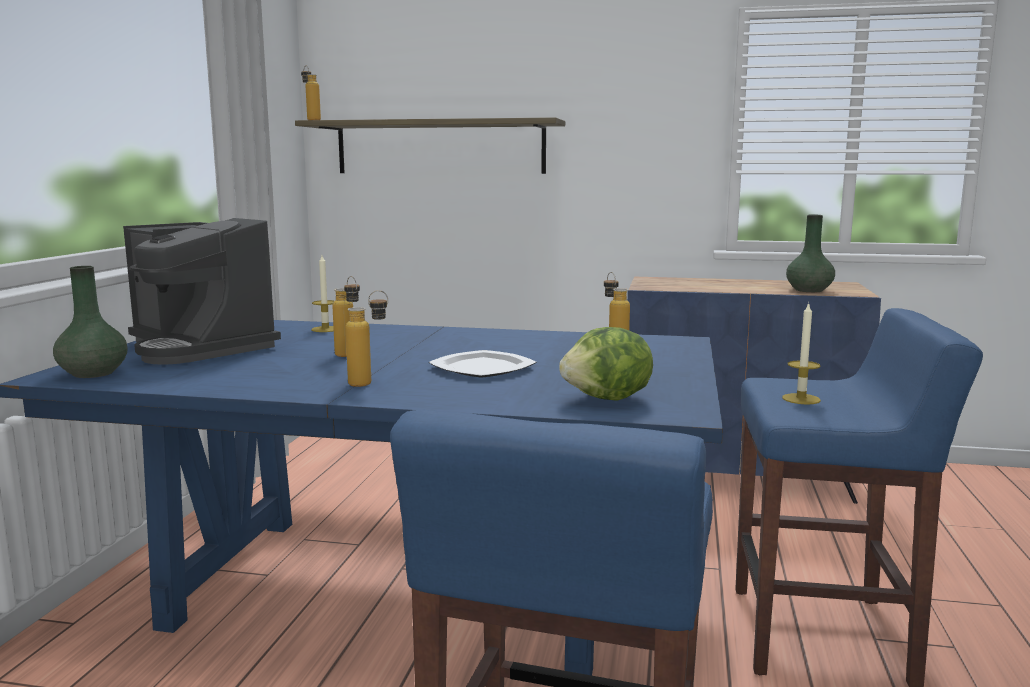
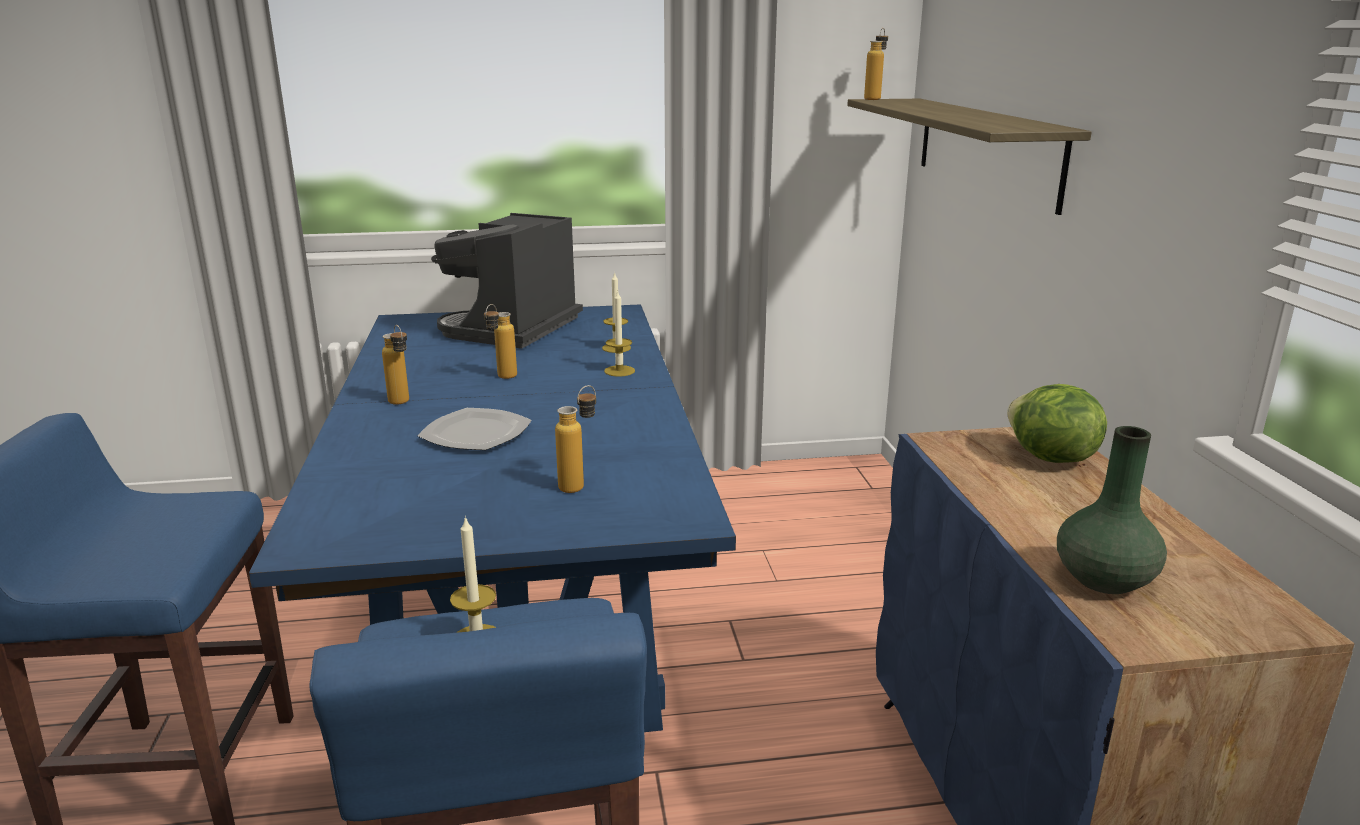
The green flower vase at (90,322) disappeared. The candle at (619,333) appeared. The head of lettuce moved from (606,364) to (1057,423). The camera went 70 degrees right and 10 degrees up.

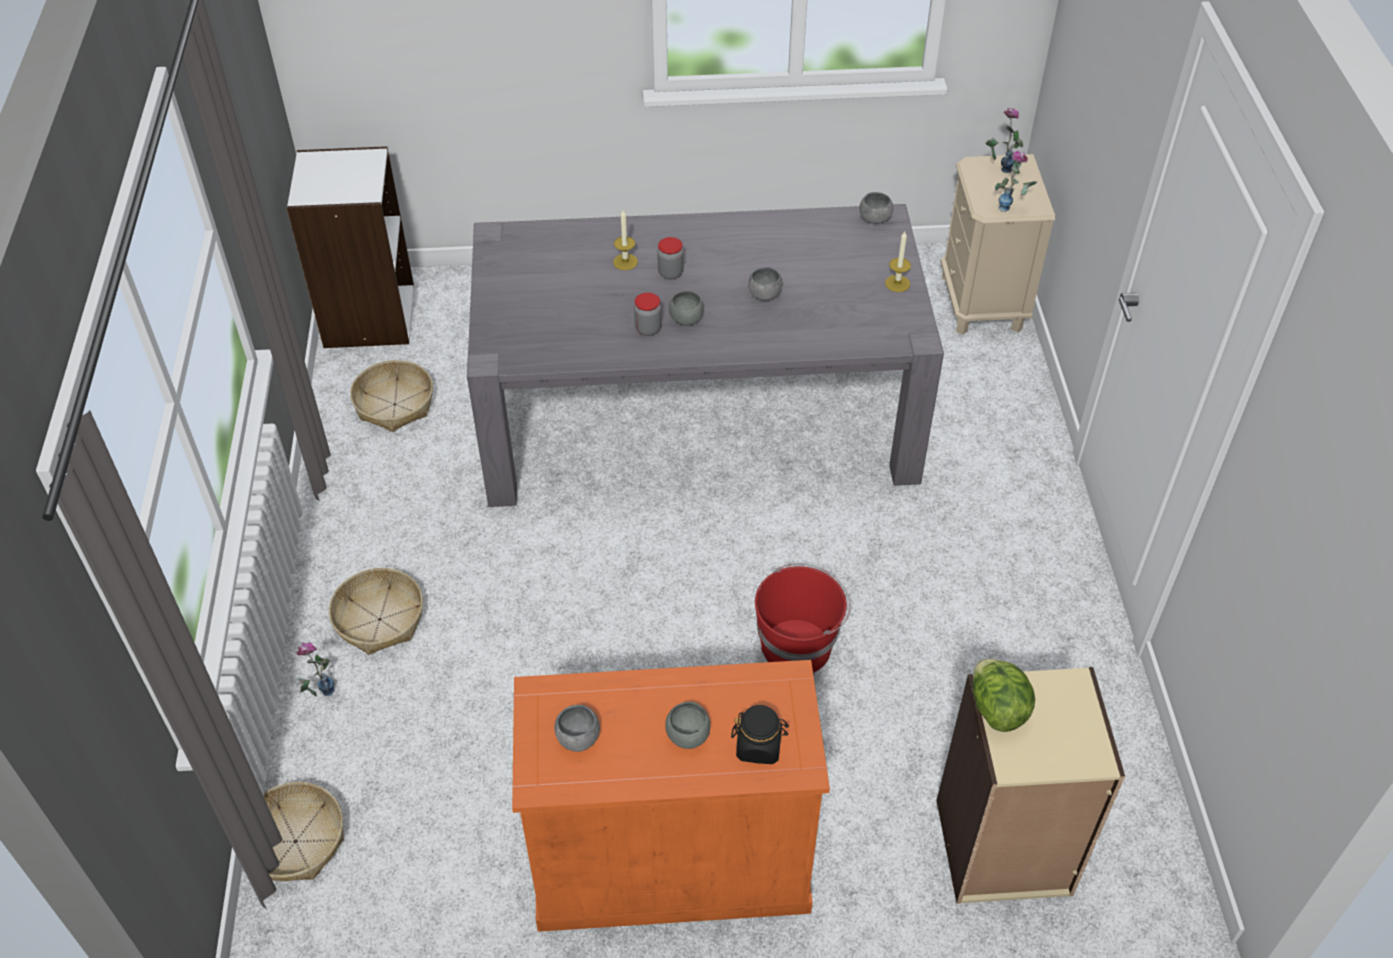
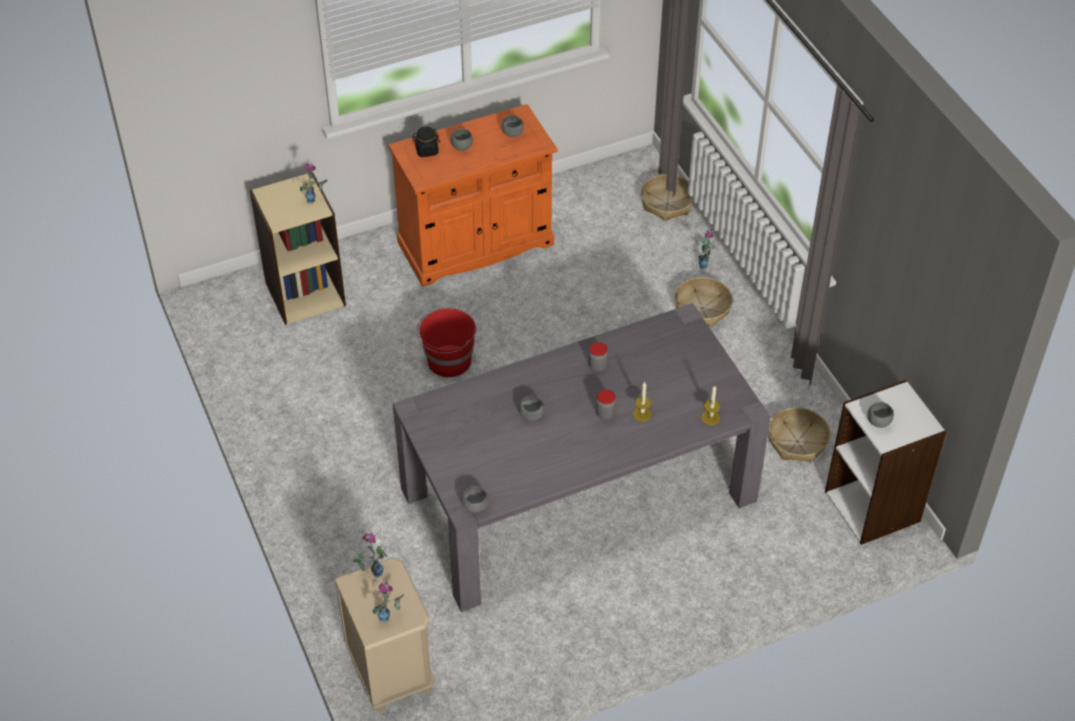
The greyish serving bowl moved from (686,308) to (880,415). The candle moved from (898,261) to (710,405). The head of lettuce at (1004,695) was replaced by the flower vase at (314,183). The camera went 160 degrees right and 0 degrees up.

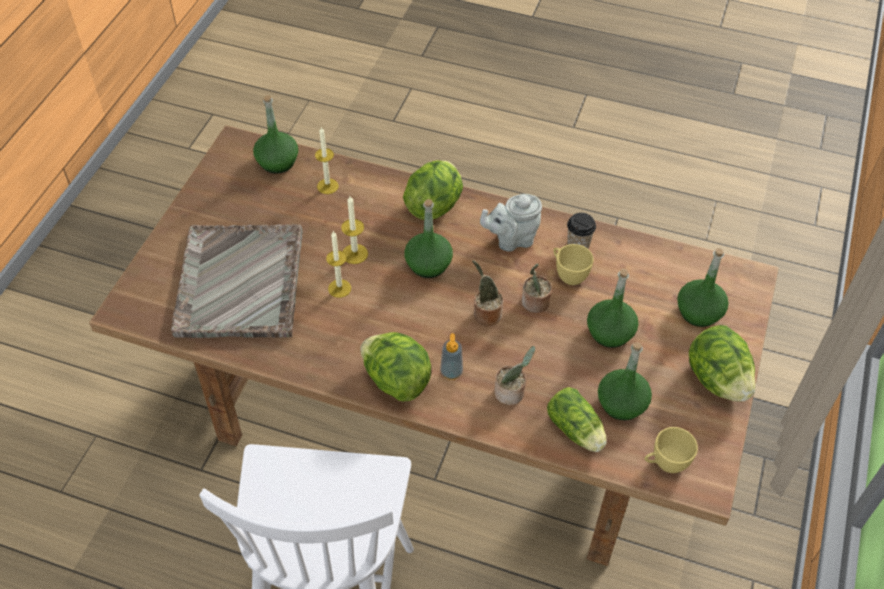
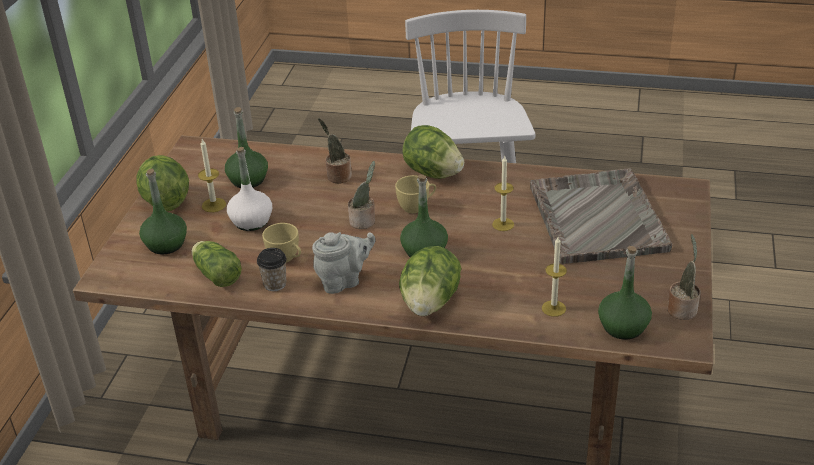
The soap dispenser at (451,356) disappeared. The candle moved from (354,230) to (212,175). The potted plant moved from (537,288) to (683,277). The head of lettuce moved from (577,419) to (217,264). The yellowish drinking cup moved from (671,450) to (415,194). The green bottle at (612,308) became the whitish bottle at (249,189). The camera went 175 degrees right and 15 degrees down.

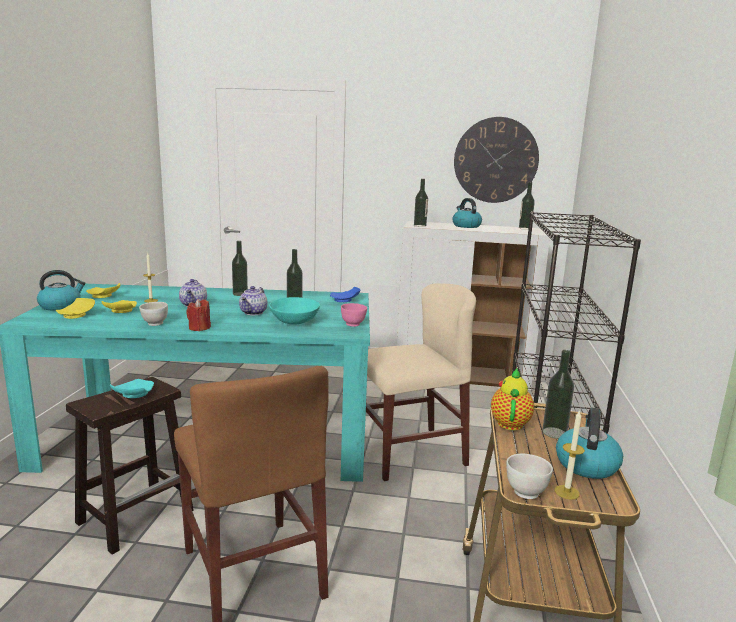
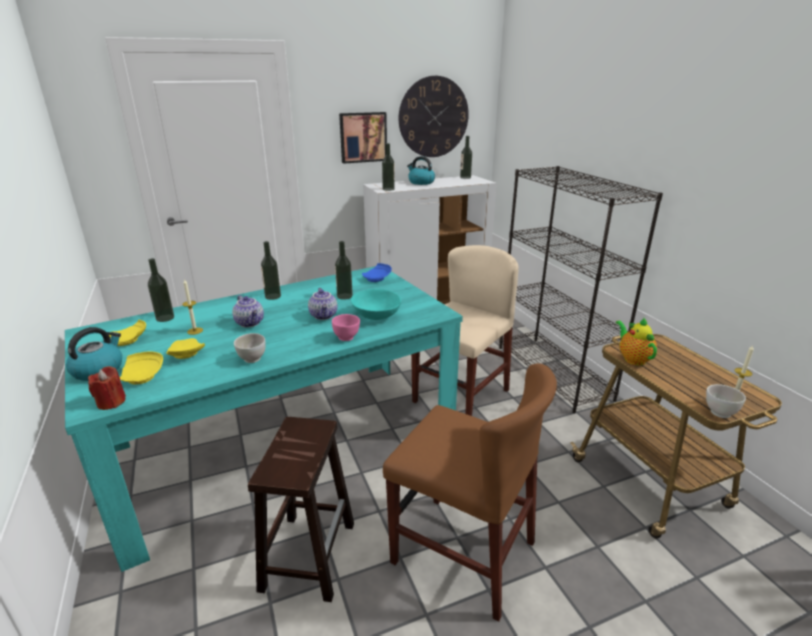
The turquoise-coloured dinner plate at (132,388) disappeared. The tea kettle at (589,443) disappeared. The picture at (363,138) appeared. The reddish candle moved from (198,315) to (107,388). The pink serving bowl moved from (354,315) to (346,327). The bottle moved from (558,394) to (161,290). The camera went 30 degrees left and 10 degrees up.

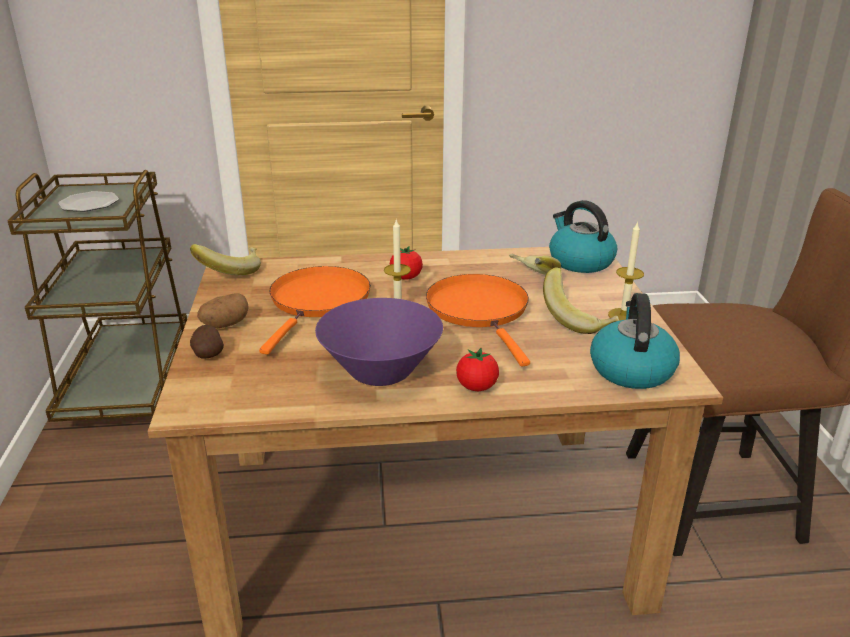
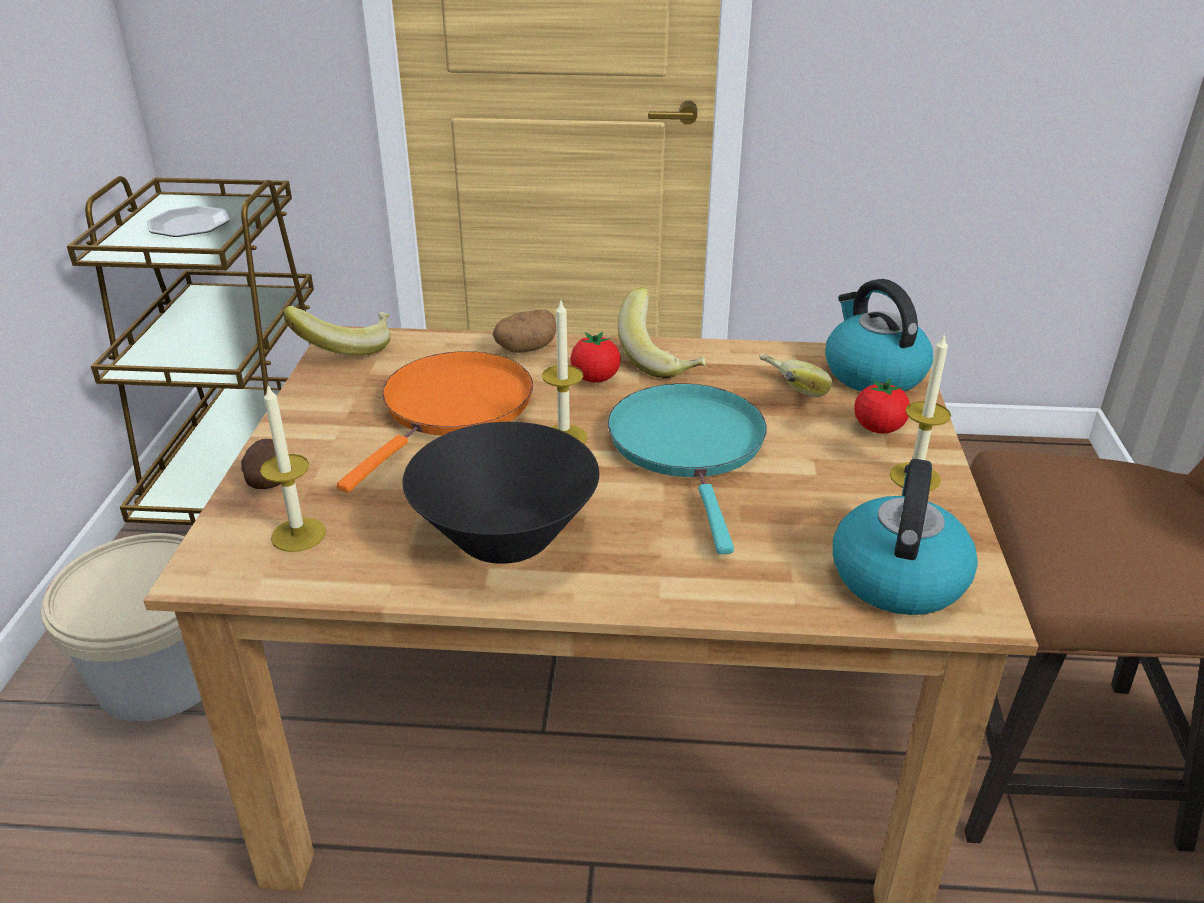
The sand-coloured water bucket at (121,627) appeared. The candle at (293,469) appeared. The whole potato moved from (223,310) to (524,331). The whole tomato moved from (477,369) to (882,406). The banana fruit moved from (581,300) to (662,333). The purple serving bowl at (379,342) became the black-coloured serving bowl at (501,493). The orange skillet at (478,320) became the turquoise-coloured skillet at (687,469). The camera went 10 degrees right and 5 degrees up.

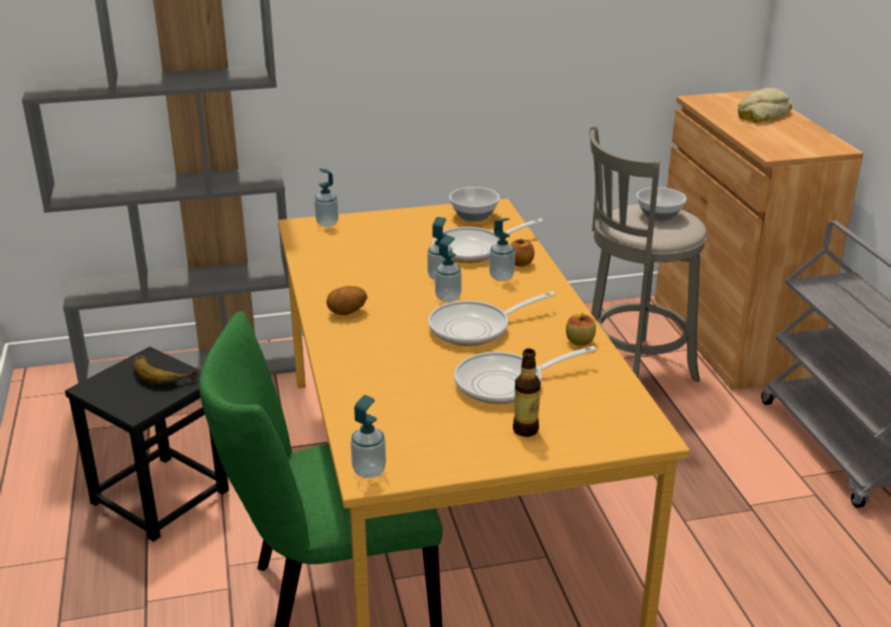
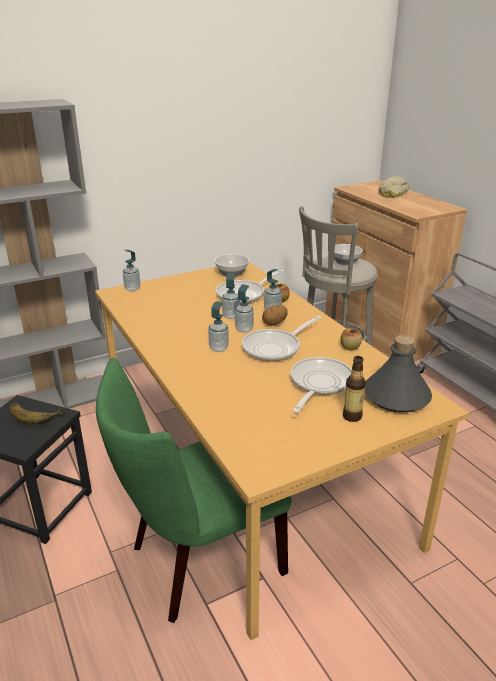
The greyish bottle at (398,374) appeared. The whole potato moved from (346,300) to (275,315). The soap dispenser moved from (368,436) to (218,326). The skillet at (525,375) turned 150 degrees clockwise. The camera went 15 degrees left and 0 degrees up.

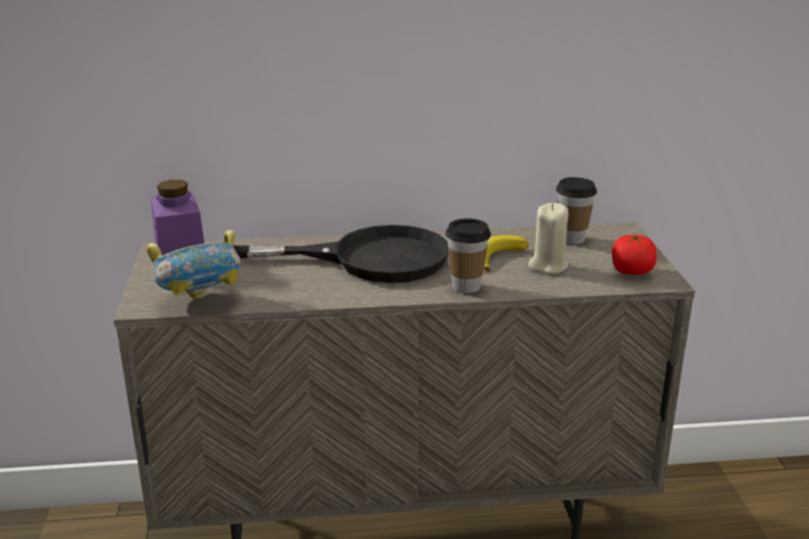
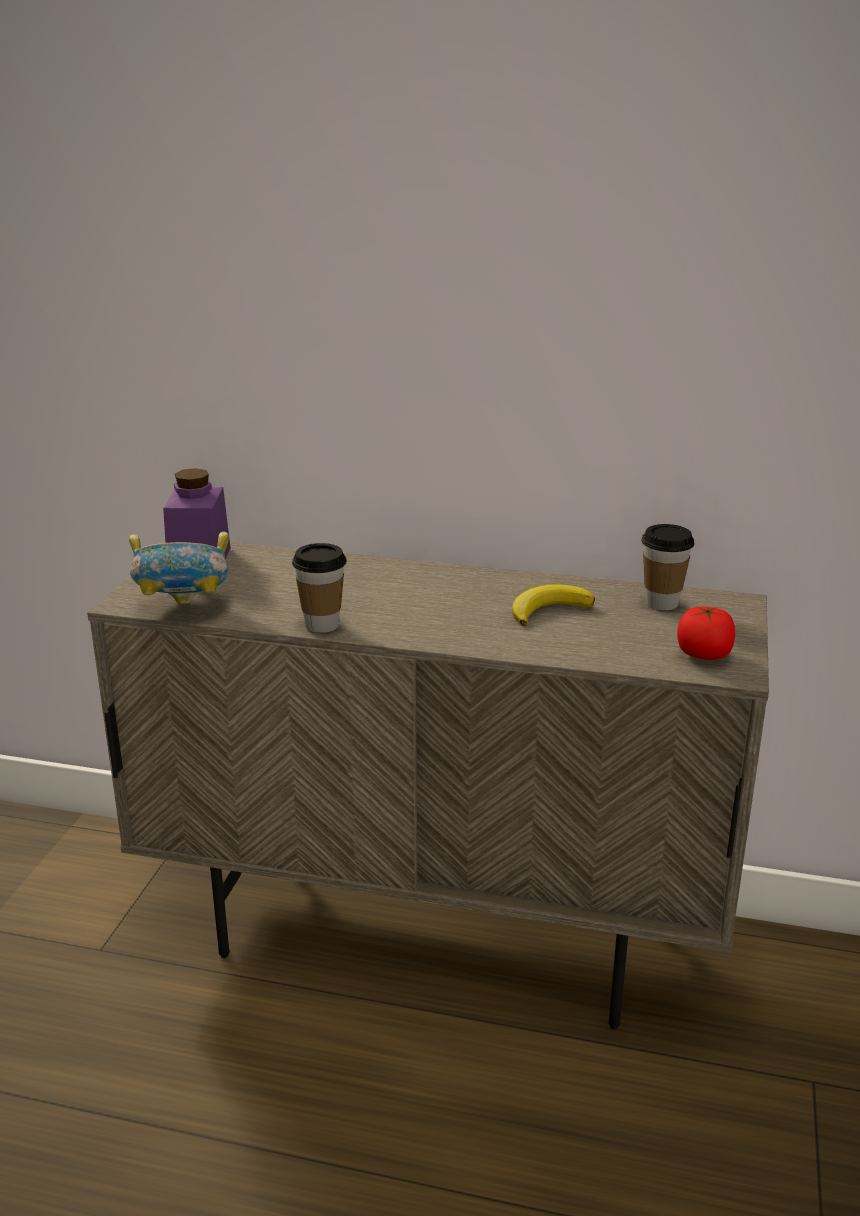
The black-coloured skillet at (341,254) disappeared. The sand-coloured candle at (548,238) disappeared. The drinking cup moved from (468,255) to (319,588). The camera went 20 degrees right and 0 degrees up.

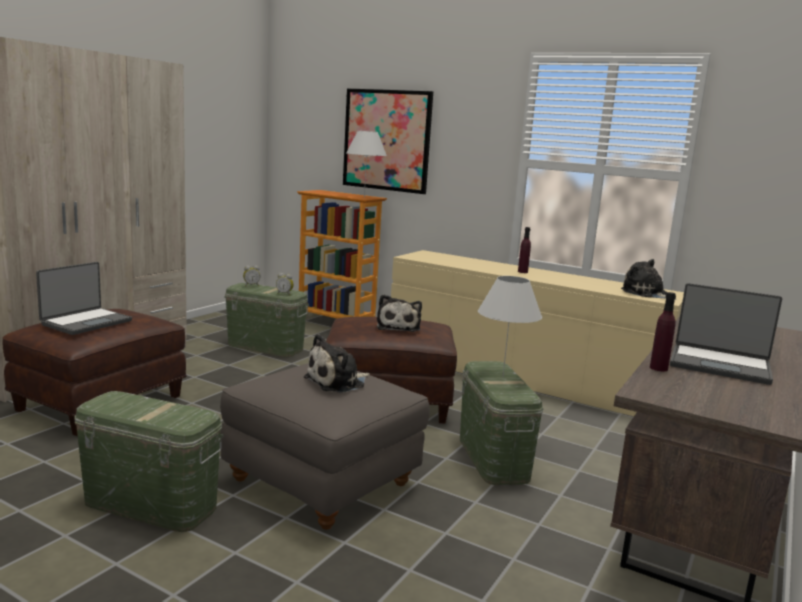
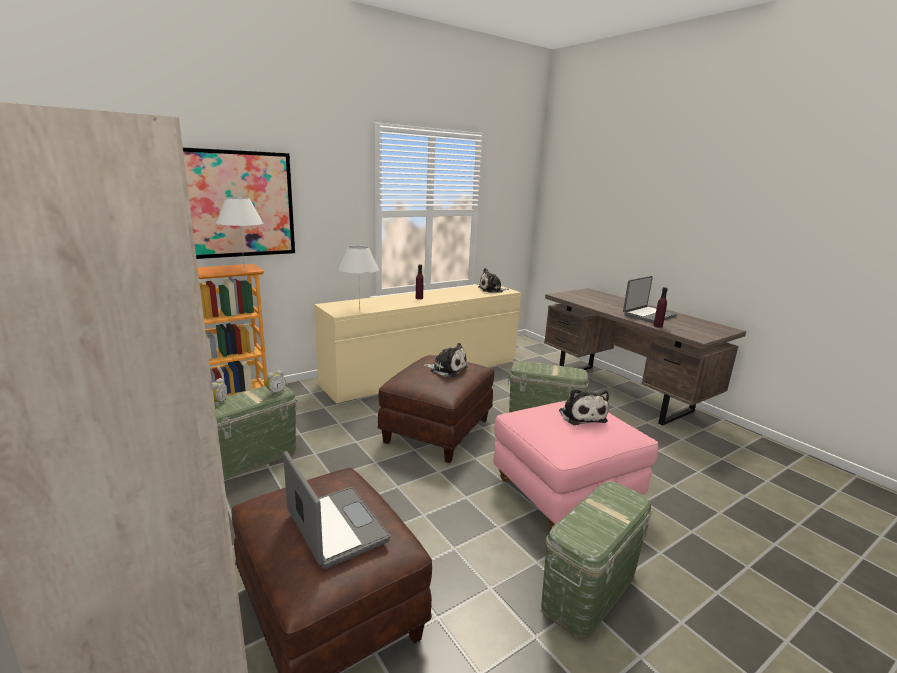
The whitish lamp for a table moved from (510,326) to (358,277). The greyish pouffe at (325,446) became the pink pouffe at (575,465). The camera went 65 degrees left and 5 degrees up.

